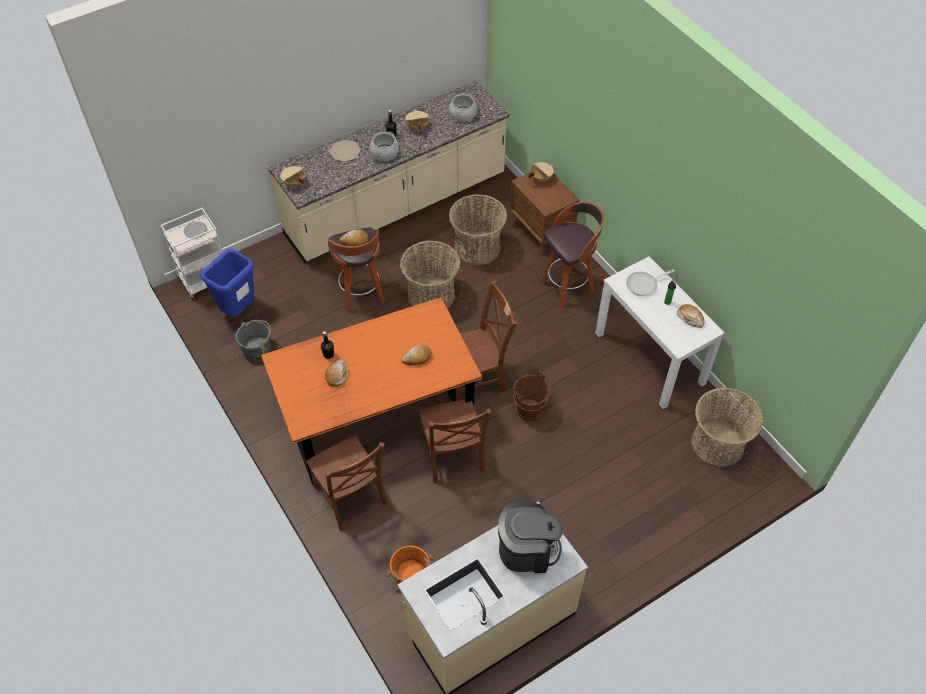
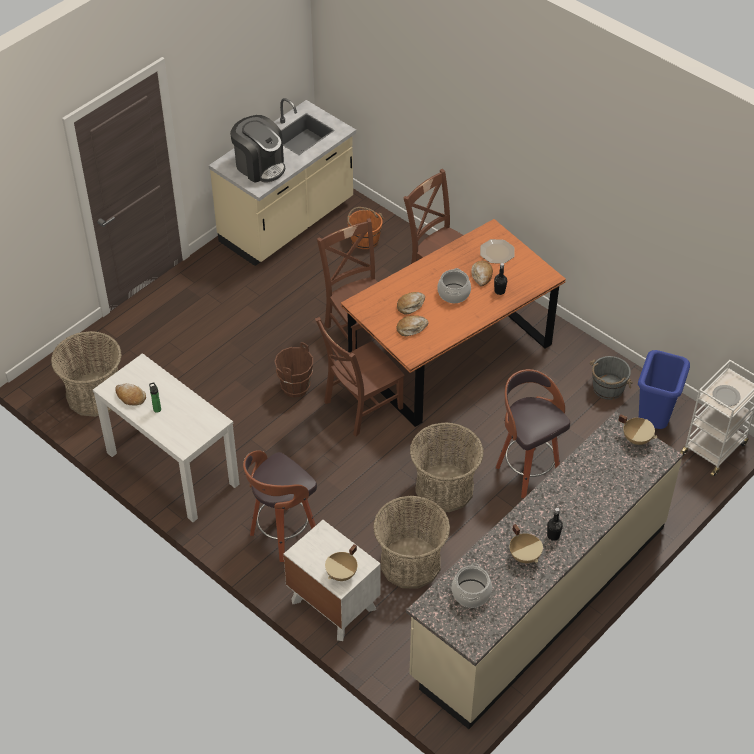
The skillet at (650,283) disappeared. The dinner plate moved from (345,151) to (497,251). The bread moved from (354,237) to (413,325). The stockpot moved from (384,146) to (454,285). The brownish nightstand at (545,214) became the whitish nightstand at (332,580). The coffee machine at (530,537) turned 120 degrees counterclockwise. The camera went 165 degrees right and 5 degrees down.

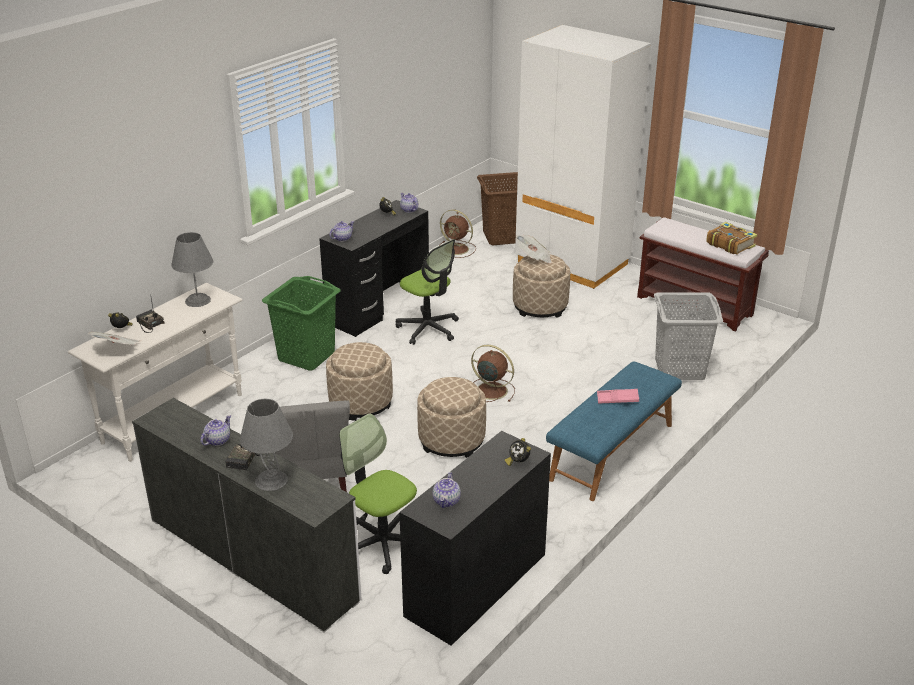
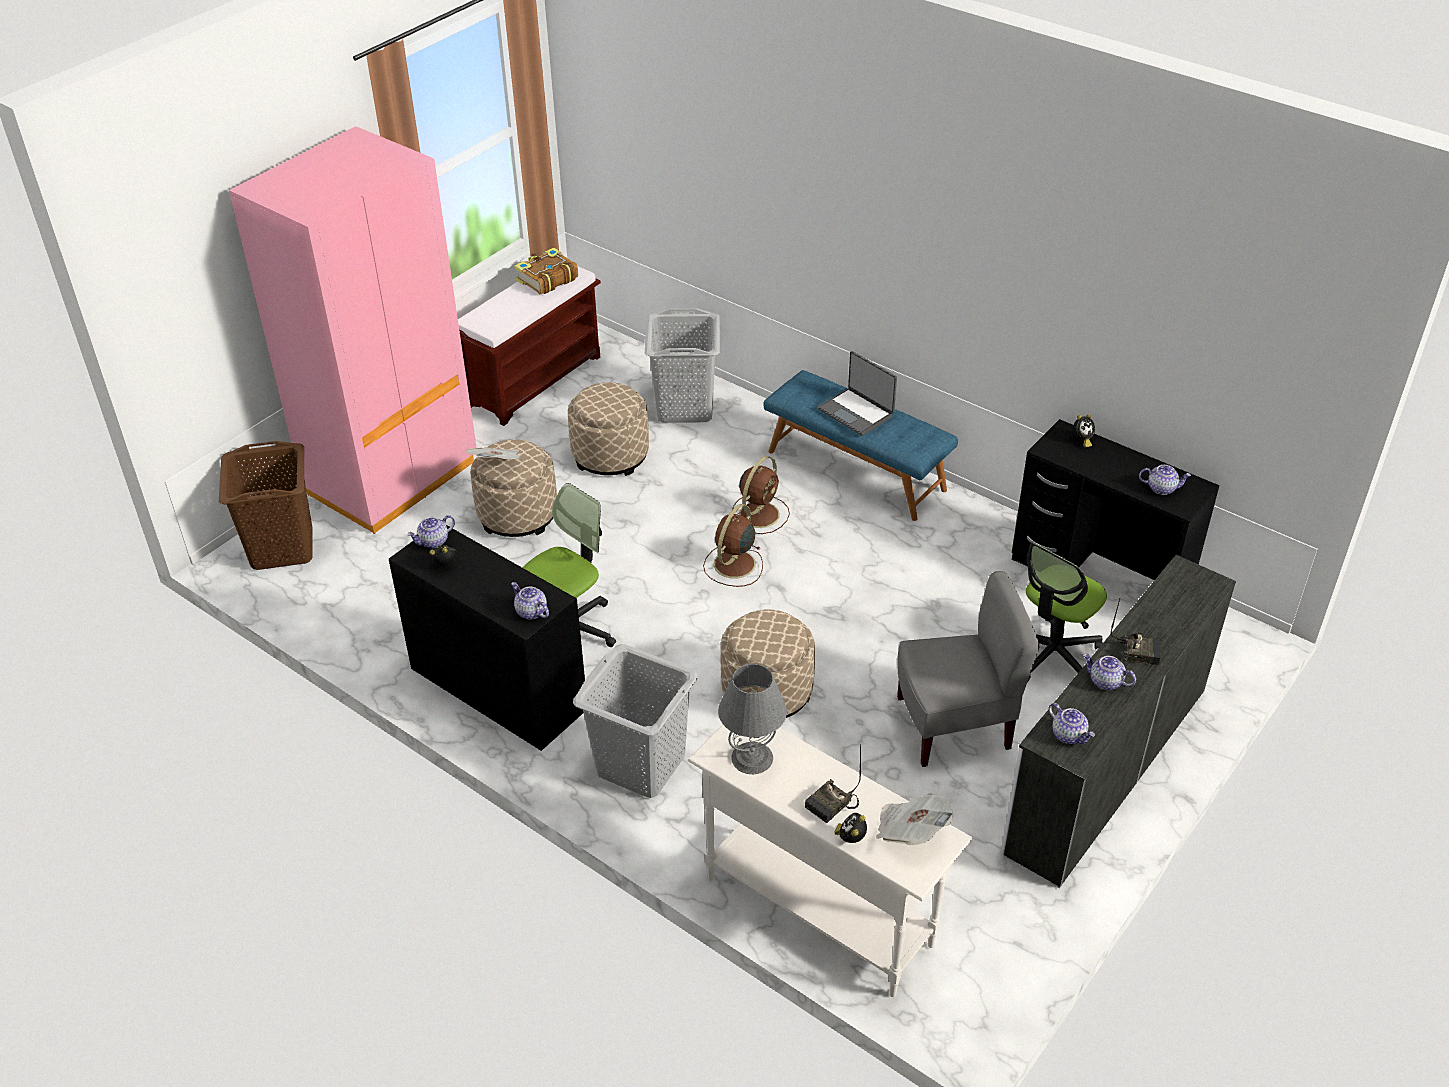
The greyish lamp for a table at (266,445) disappeared. The tea pot at (1071,723) appeared. The sand-coloured pouffe moved from (451,417) to (608,429). The brownish electric fan moved from (457,234) to (761,495). The pink tray at (618,396) was replaced by the laptop at (857,393). The green laundry basket at (301,323) became the greyish laundry basket at (635,721). The whitish armoire at (583,157) became the pink armoire at (353,330). The camera went 90 degrees left and 10 degrees up.

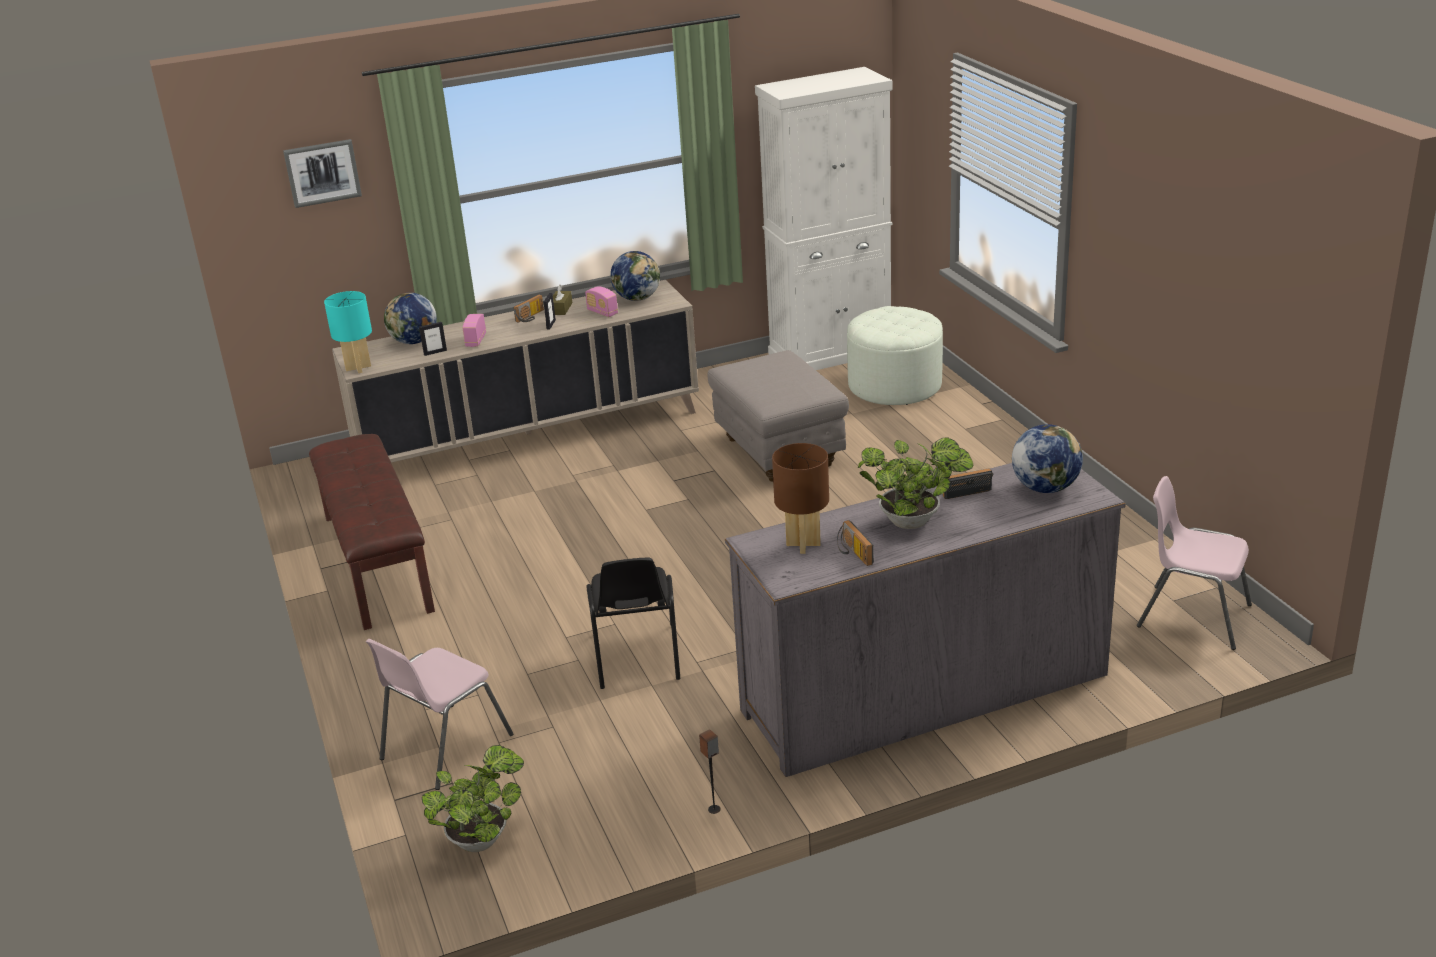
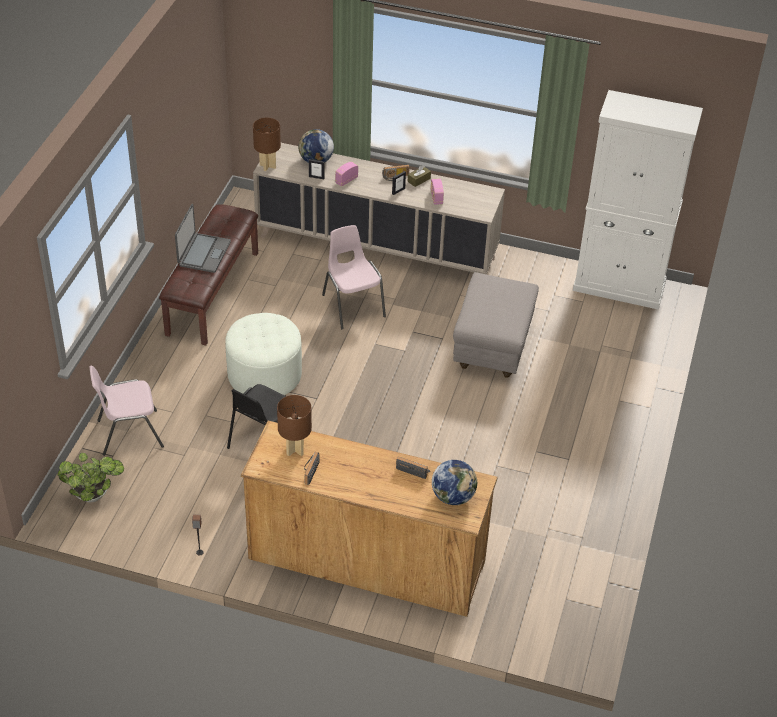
The picture at (322,173) disappeared. The desk globe at (635,276) disappeared. The potted plant at (915,483) disappeared. The laptop at (203,238) appeared. The whitish pouffe moved from (895,355) to (263,354). The pink chair moved from (1194,563) to (354,277). The turquoise-coloured lamp for a table at (348,332) became the brownish lamp for a table at (267,144). The greyish drawer chest at (925,620) became the brownish drawer chest at (369,519). The camera went 35 degrees right and 15 degrees up.

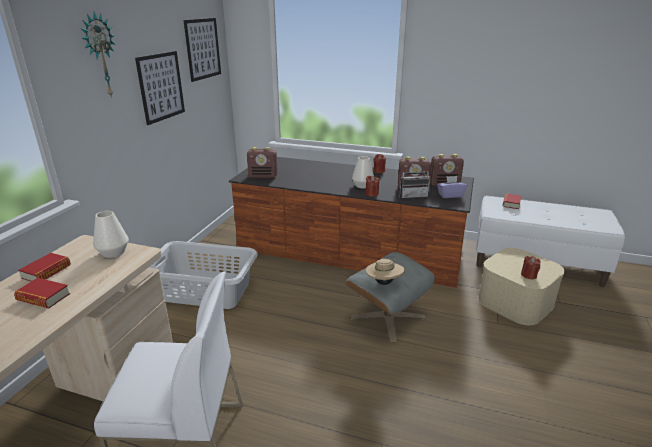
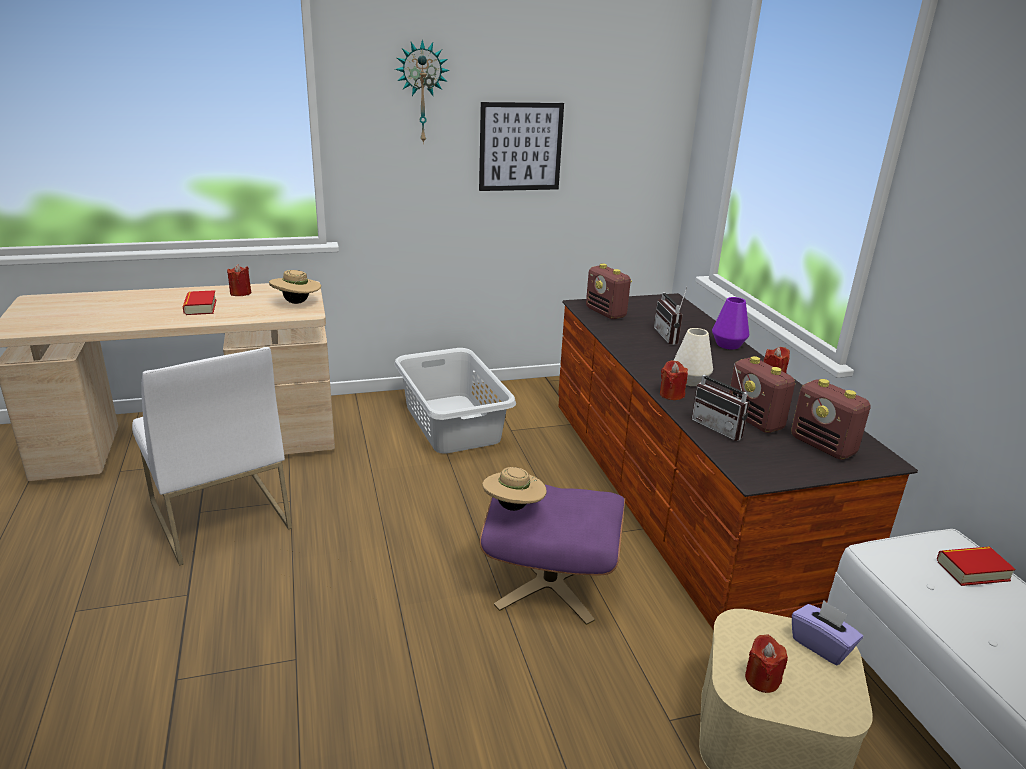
The picture at (202,50) disappeared. The radio receiver at (670,316) appeared. The purple flower vase at (730,323) appeared. The purple tissue holder moved from (452,187) to (827,632). The volume at (44,267) was replaced by the reddish candle at (239,280). The whitish flower vase at (111,234) was replaced by the sand-coloured clothing hat at (295,287). The greyish pouffe at (390,297) became the purple pouffe at (552,554). The camera went 55 degrees right and 0 degrees up.

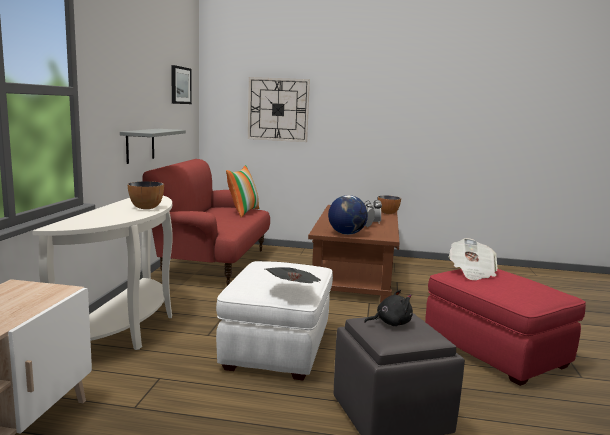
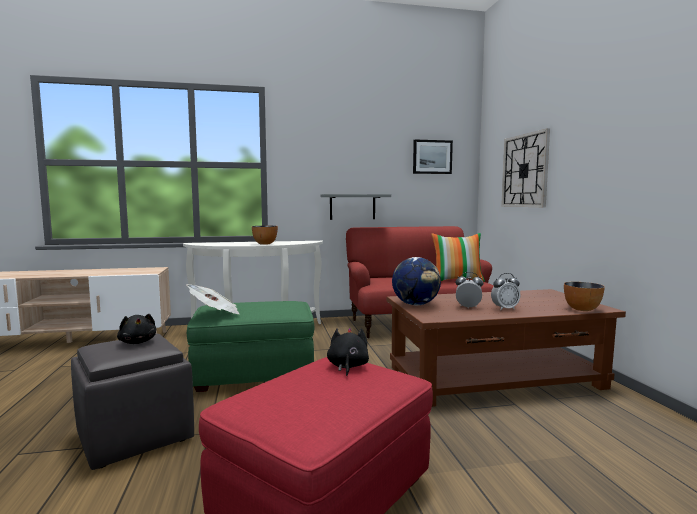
The printed paper at (472,259) was replaced by the black-coloured plush toy at (348,352). The whitish pouffe at (274,321) became the green pouffe at (250,346). The camera went 70 degrees right and 5 degrees down.

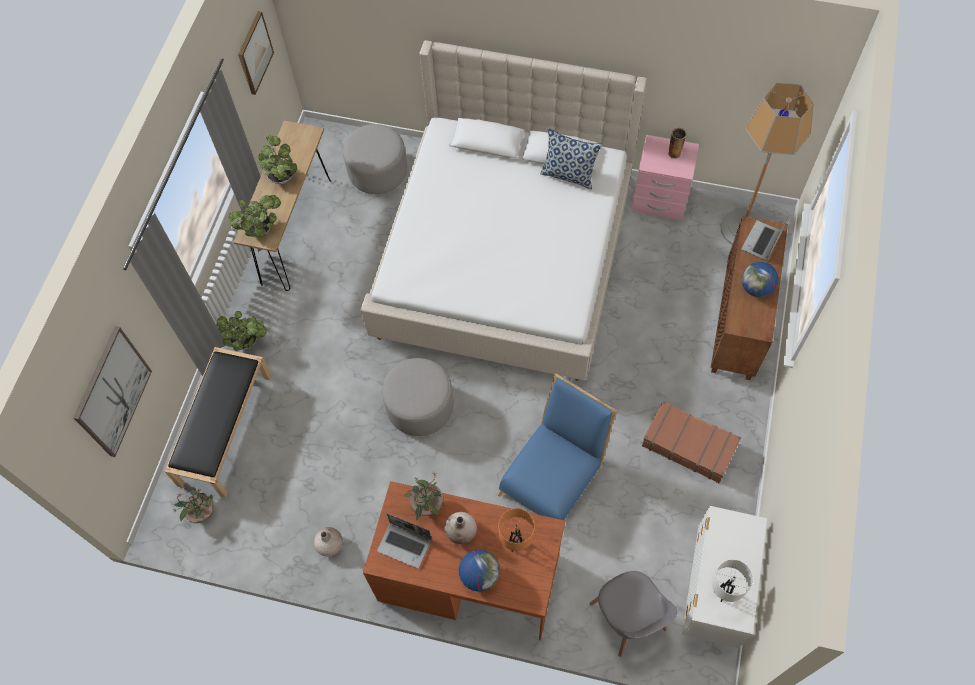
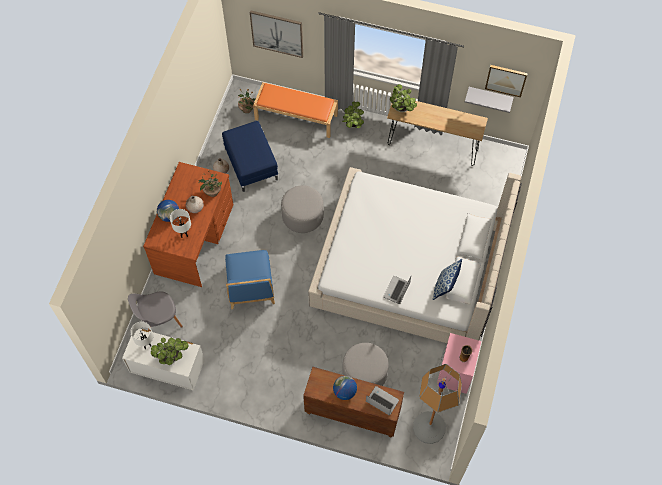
The brownish travel case at (691,442) disappeared. The blue-coloured pouffe at (250,156) appeared. The greyish wall shelf at (489,100) appeared. The potted plant moved from (277,160) to (169,351). The greyish pouffe moved from (375,159) to (365,364). The laptop moved from (404,541) to (397,290). The black-coloured long seat at (218,422) became the orange long seat at (295,110). The orange lamp for a table at (516,530) became the whitish lamp for a table at (180,223). The blue-coloured chair at (558,446) turned 45 degrees clockwise. The camera went 90 degrees right and 0 degrees up.

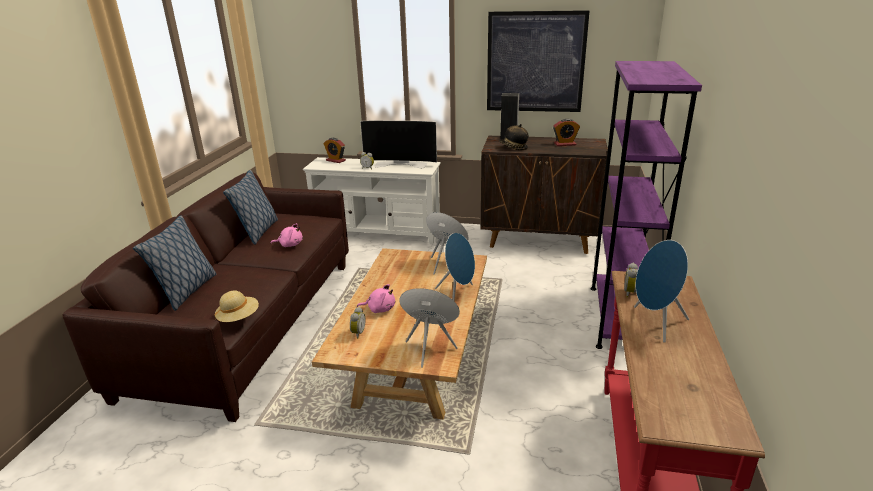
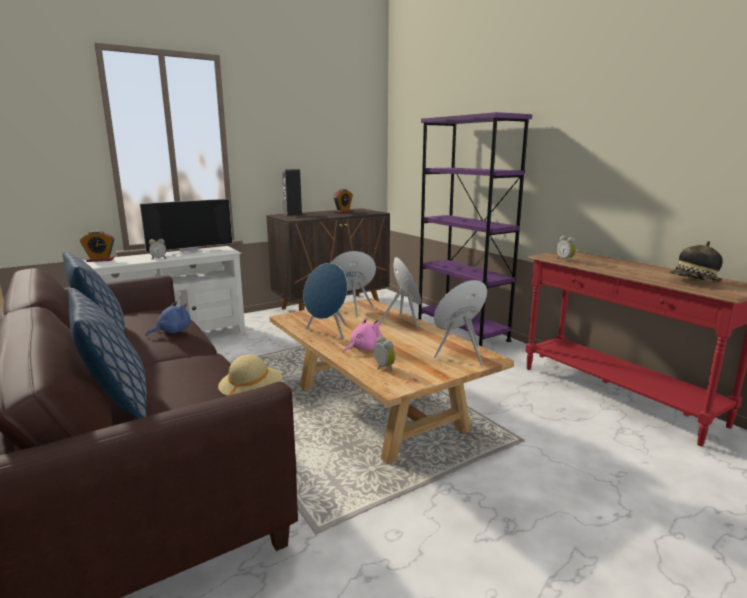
The picture at (538,61) disappeared. The clothing hat moved from (514,137) to (696,262). The blue-coloured loudspeaker moved from (661,291) to (325,301). The pink plush toy at (286,235) became the blue-coloured plush toy at (168,318). The camera went 45 degrees left and 10 degrees down.

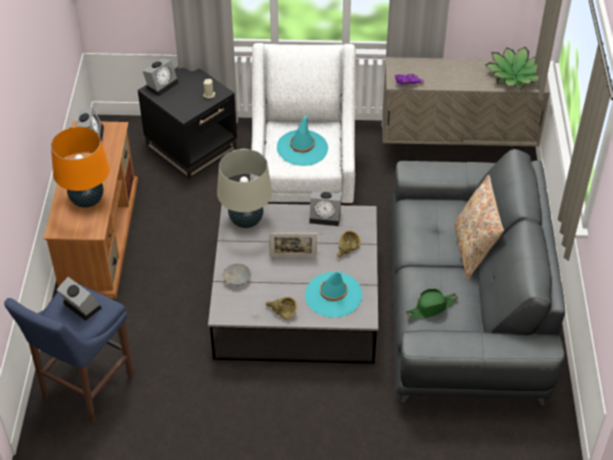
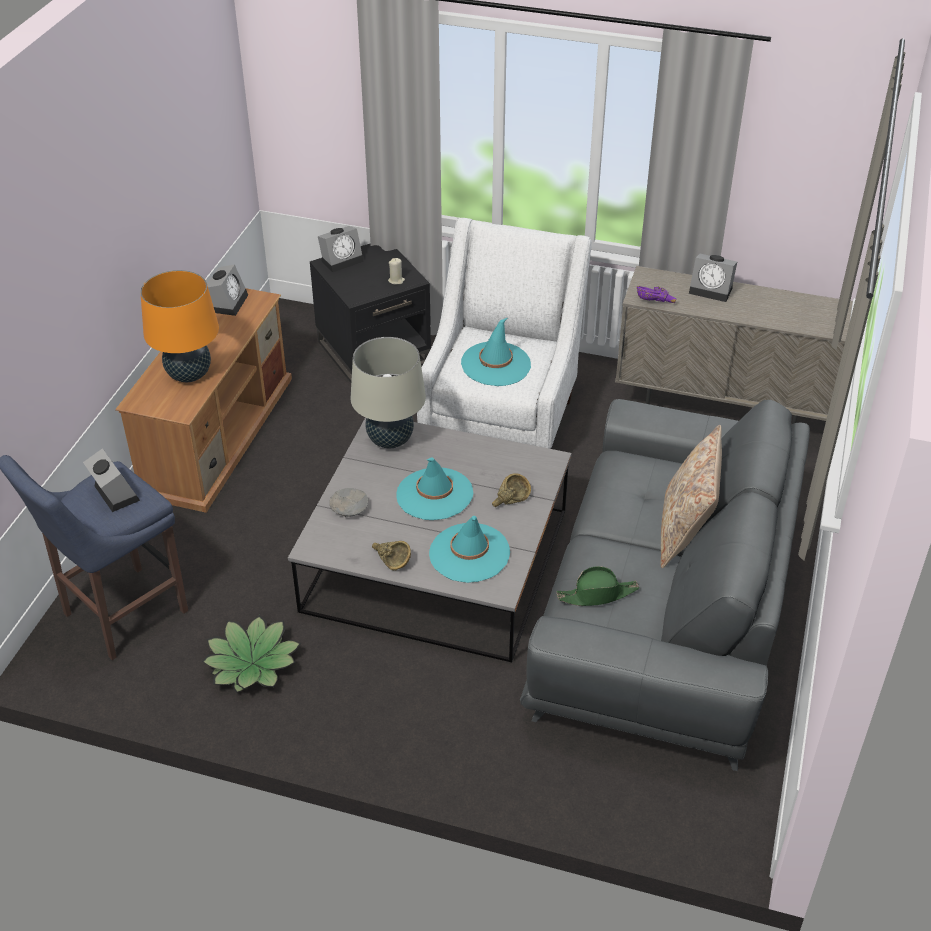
The bedside clock moved from (325,208) to (713,278). The potted plant moved from (511,68) to (251,654). The standing frame at (293,245) was replaced by the turquoise-coloured clothing hat at (435,488). The camera went 15 degrees right and 5 degrees down.

